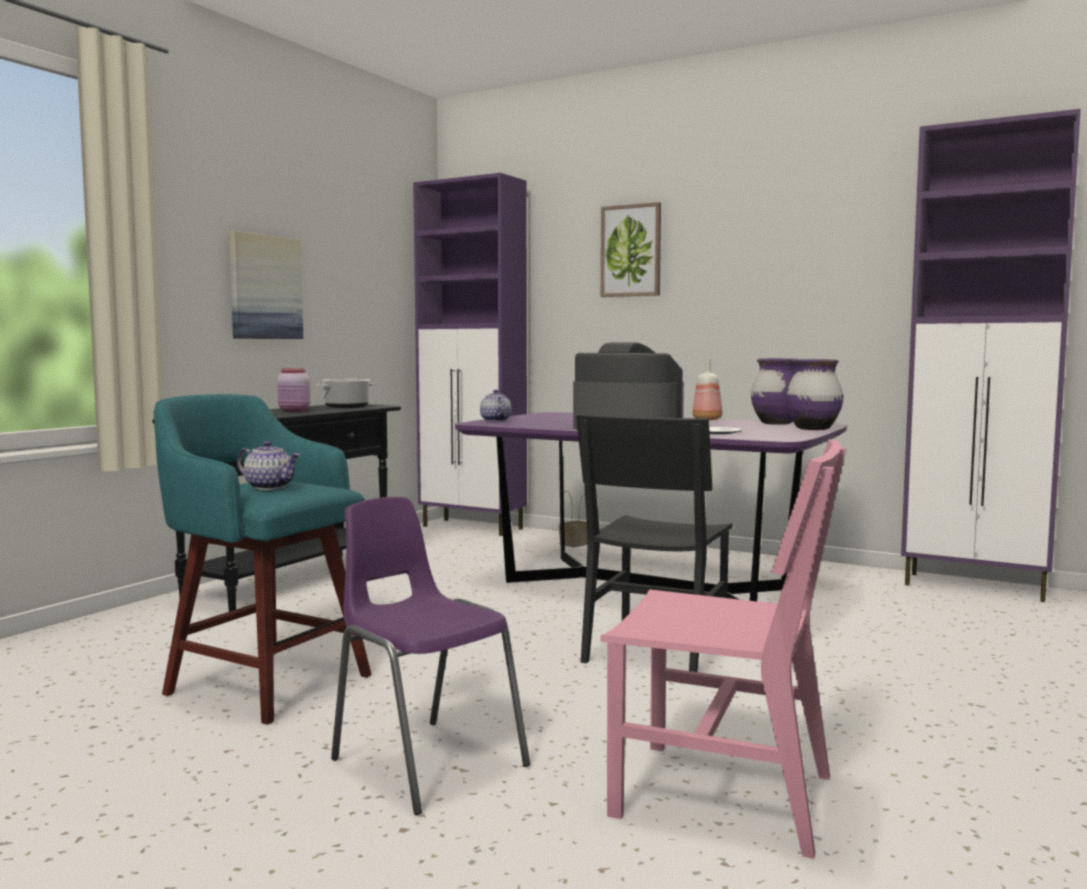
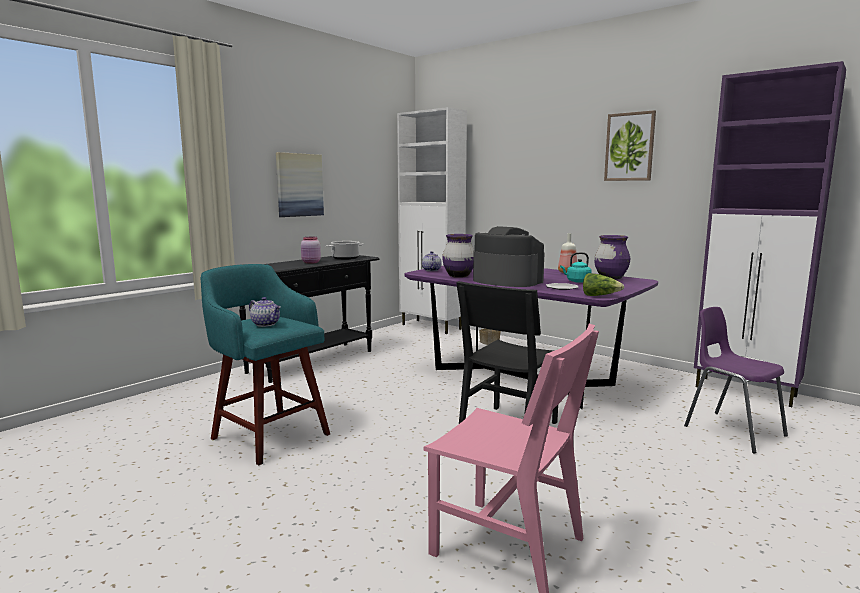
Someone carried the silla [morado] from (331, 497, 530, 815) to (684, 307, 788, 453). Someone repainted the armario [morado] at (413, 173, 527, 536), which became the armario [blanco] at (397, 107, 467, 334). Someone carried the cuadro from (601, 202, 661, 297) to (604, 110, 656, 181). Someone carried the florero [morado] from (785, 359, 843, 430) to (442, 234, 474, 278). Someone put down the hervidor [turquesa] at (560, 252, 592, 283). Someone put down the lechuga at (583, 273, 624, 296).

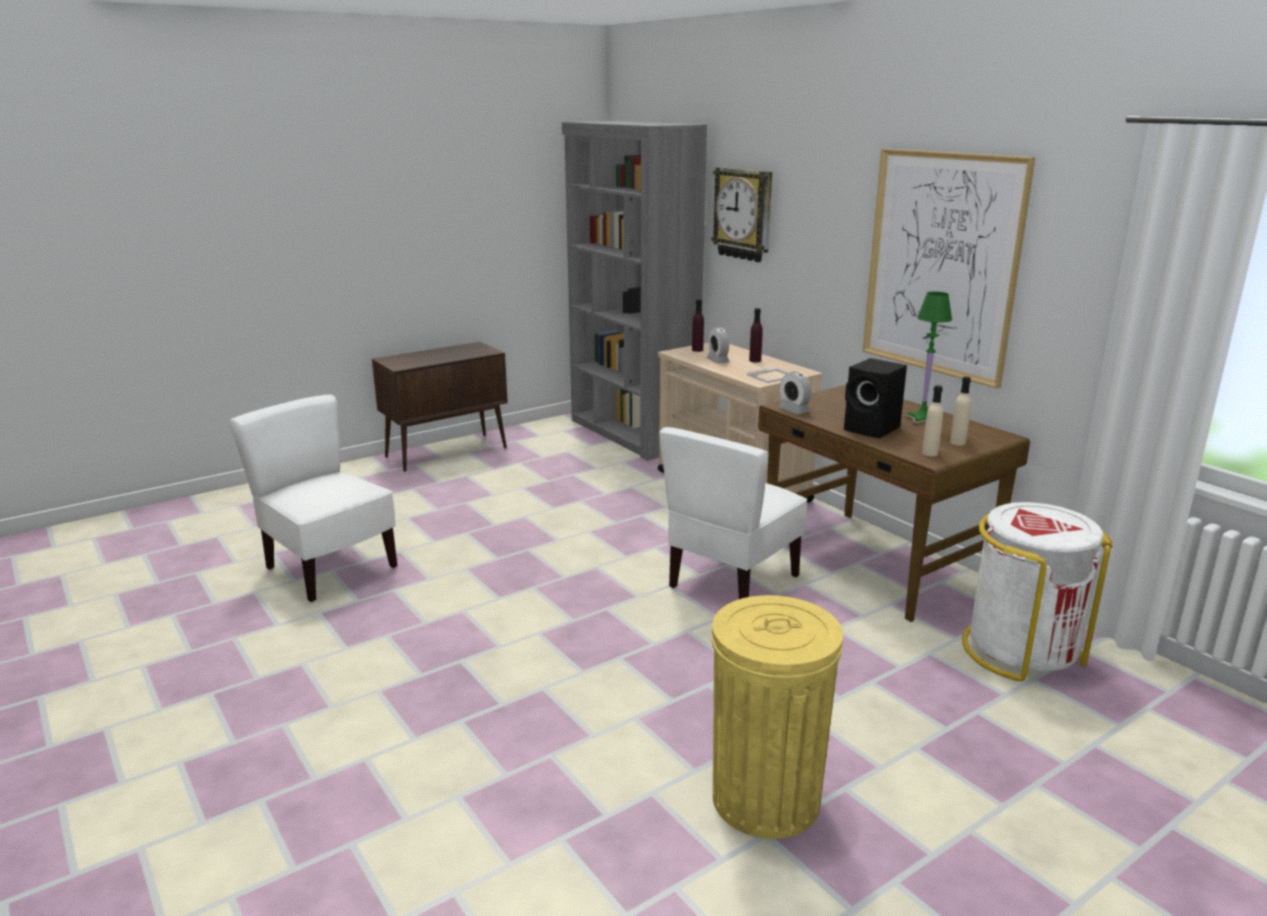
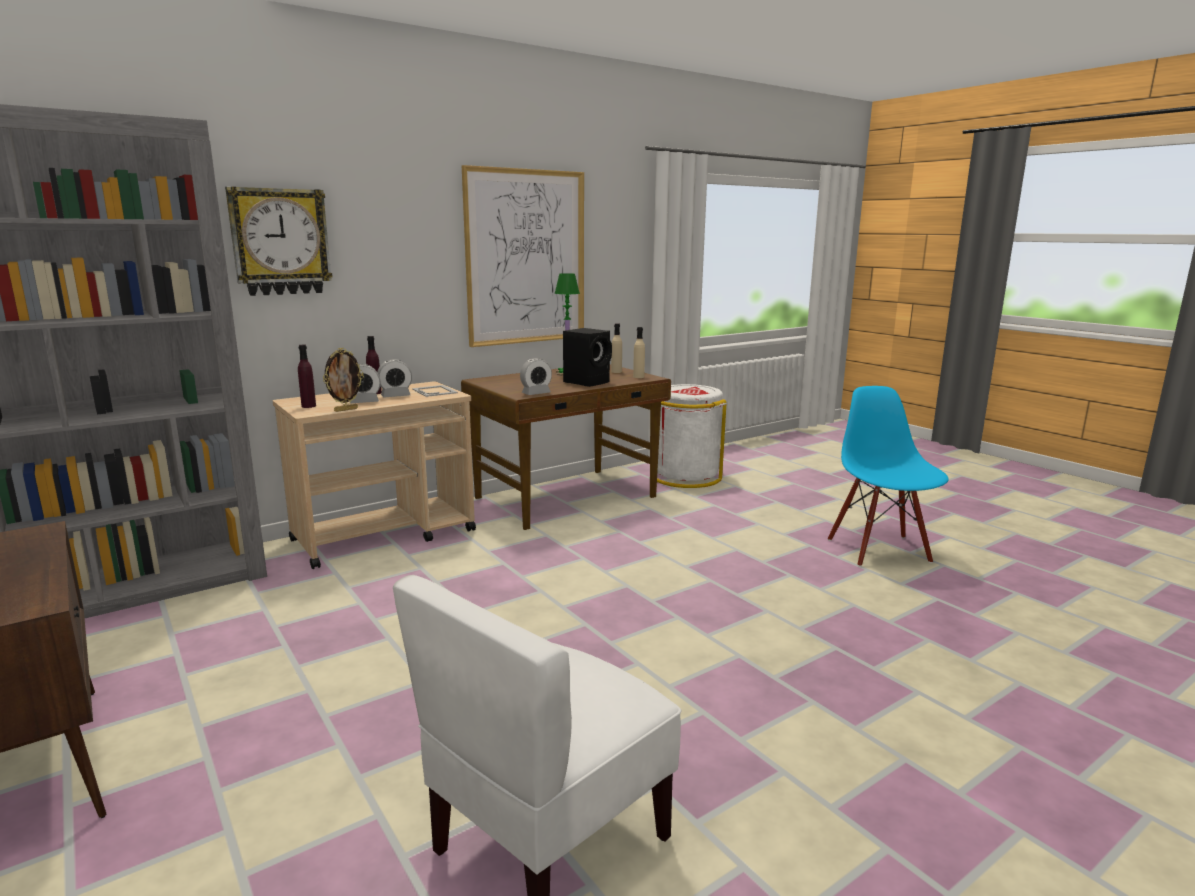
Someone took away the silla [blanco] at (659, 427, 807, 599). Someone swapped the papelera [amarillo] at (712, 595, 843, 839) for the silla [azul] at (827, 386, 949, 567). Someone put down the portarretratos at (323, 348, 364, 412). Someone put down the despertador at (377, 359, 412, 397).

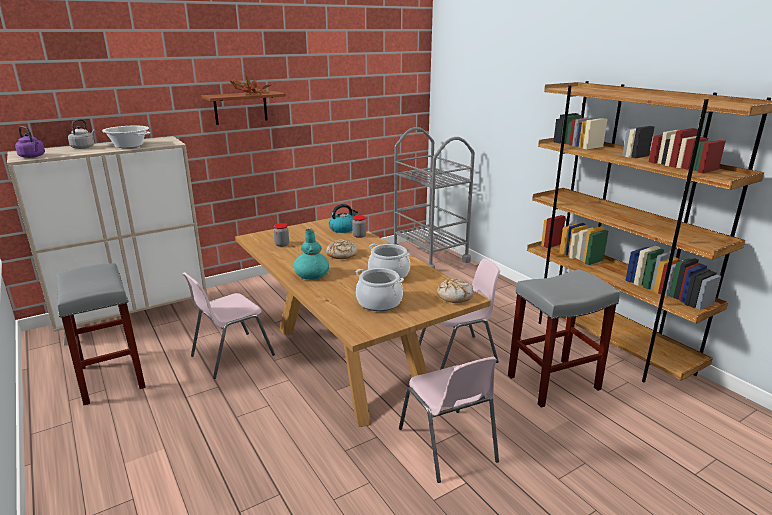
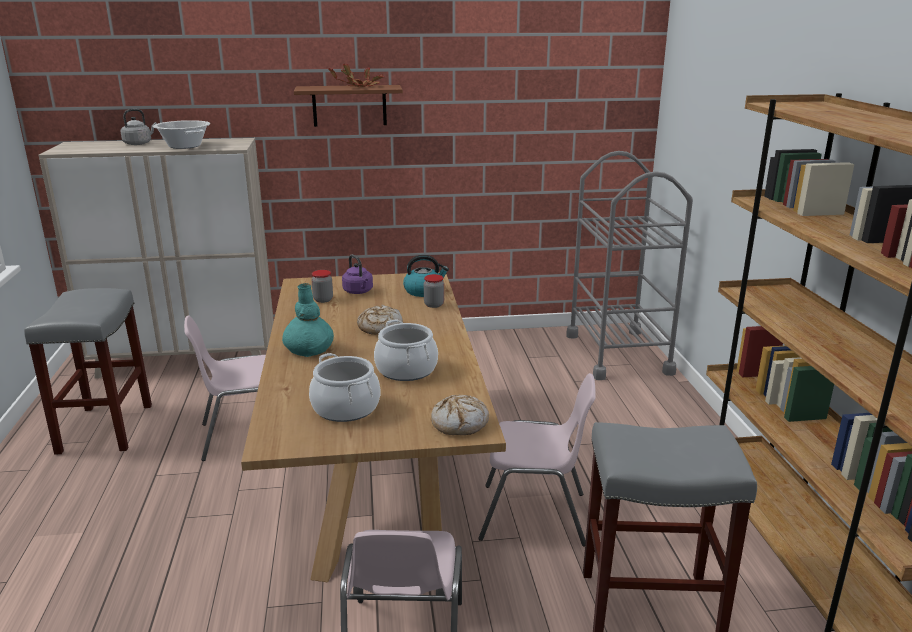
Someone carried the hervidor [morado] from (15, 126, 45, 158) to (342, 254, 373, 294).

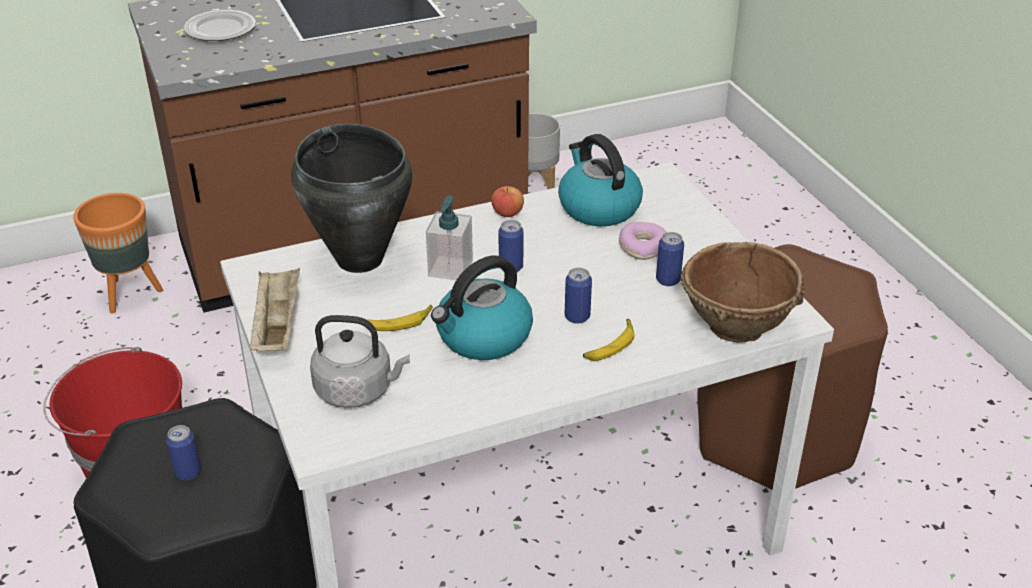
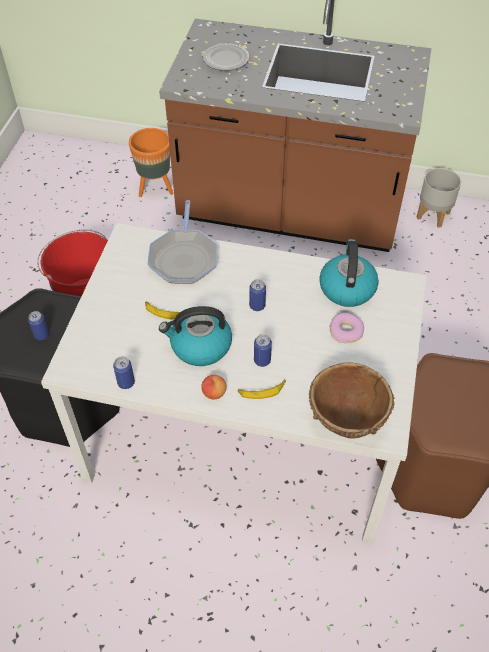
Someone took away the bandeja [beis] at (249, 267, 300, 351). Someone swapped the olla [negro] at (291, 124, 412, 273) for the sartén at (148, 200, 218, 284). Someone took away the hervidor [gris] at (310, 315, 410, 408). Someone took away the dispensador de jabón at (426, 195, 473, 280). Someone carried the manzana from (491, 186, 524, 217) to (201, 375, 226, 399). Someone carried the lata from (656, 232, 684, 286) to (113, 356, 135, 389).

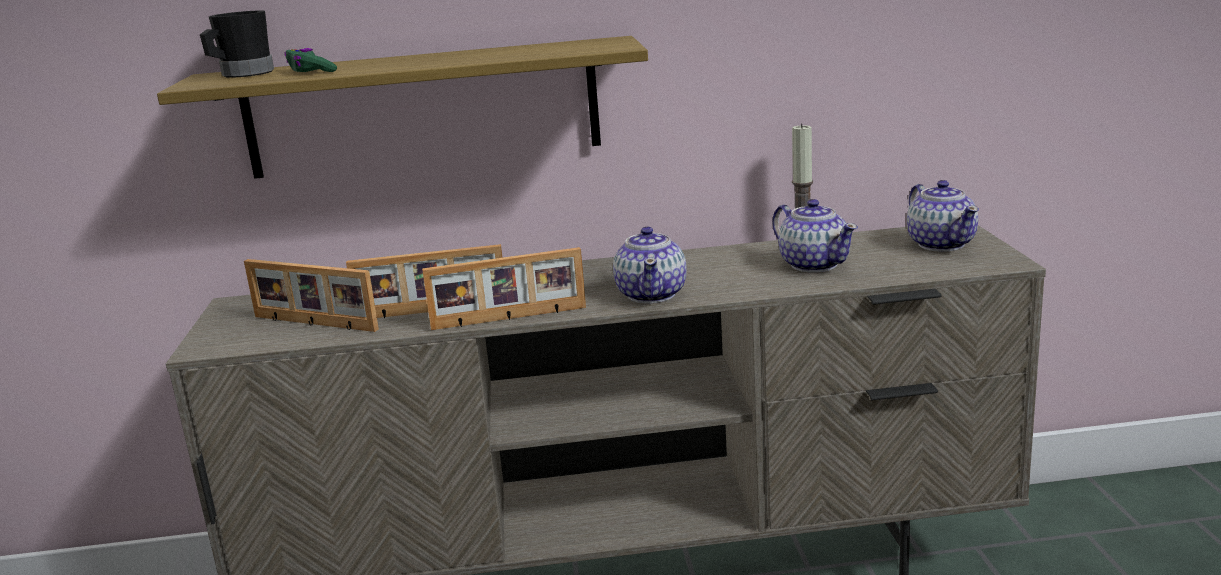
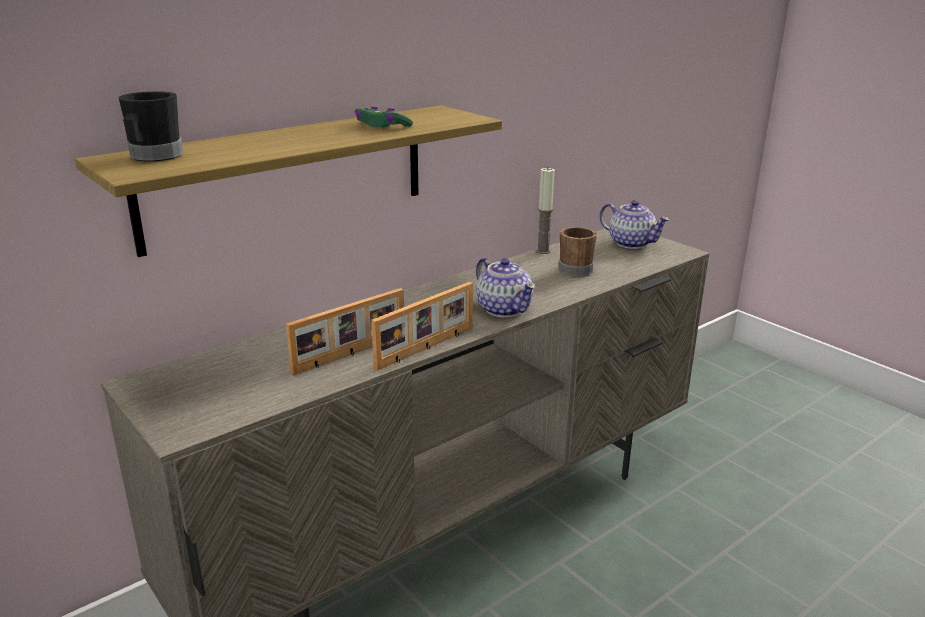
Someone took away the portarretratos at (244, 259, 379, 332). Someone carried the mando de consola [verde] from (285, 48, 337, 72) to (355, 106, 413, 127). Someone swapped the tetera at (772, 199, 858, 273) for the taza grande [marrón] at (558, 227, 597, 277).

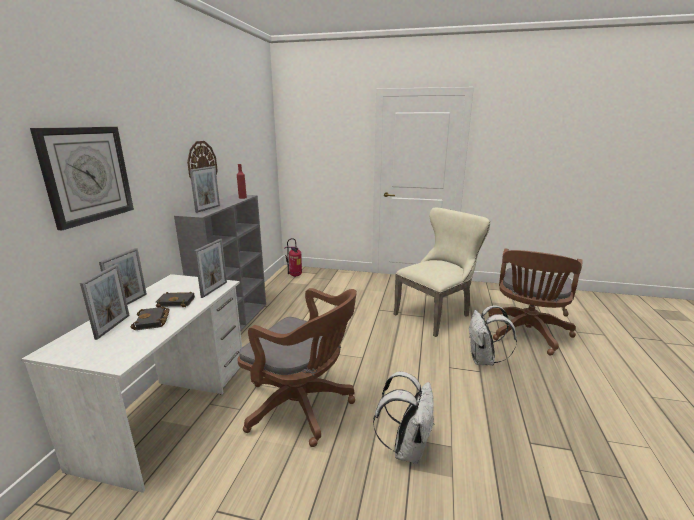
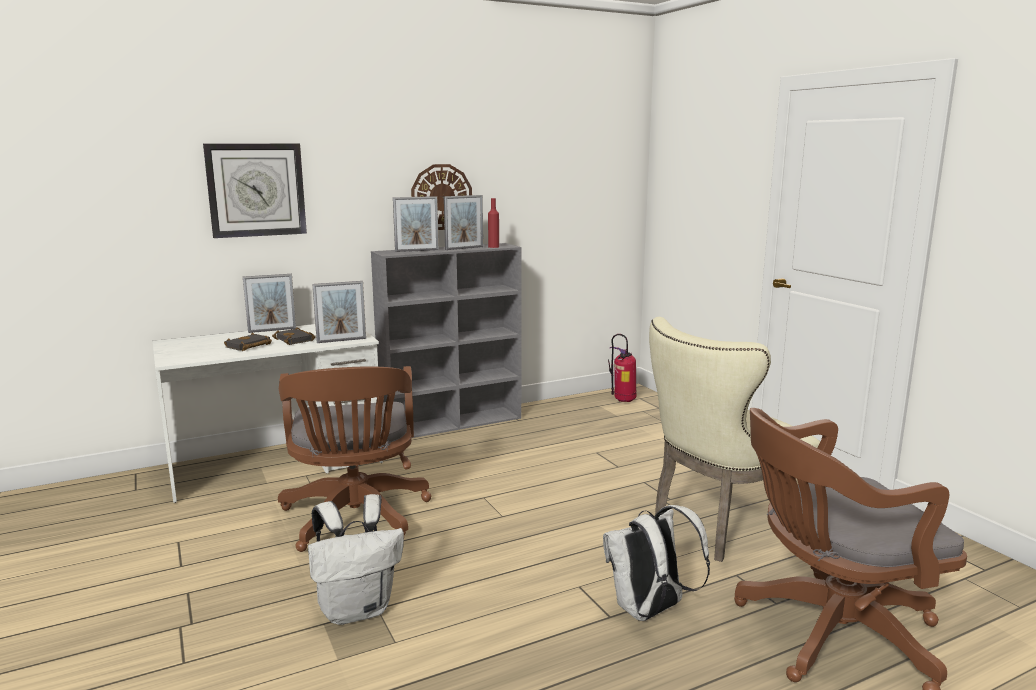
Someone carried the portarretratos from (80, 264, 130, 340) to (444, 195, 483, 250). Someone rotated the silla [beis] at (394, 208, 490, 337) by 135 degrees clockwise.

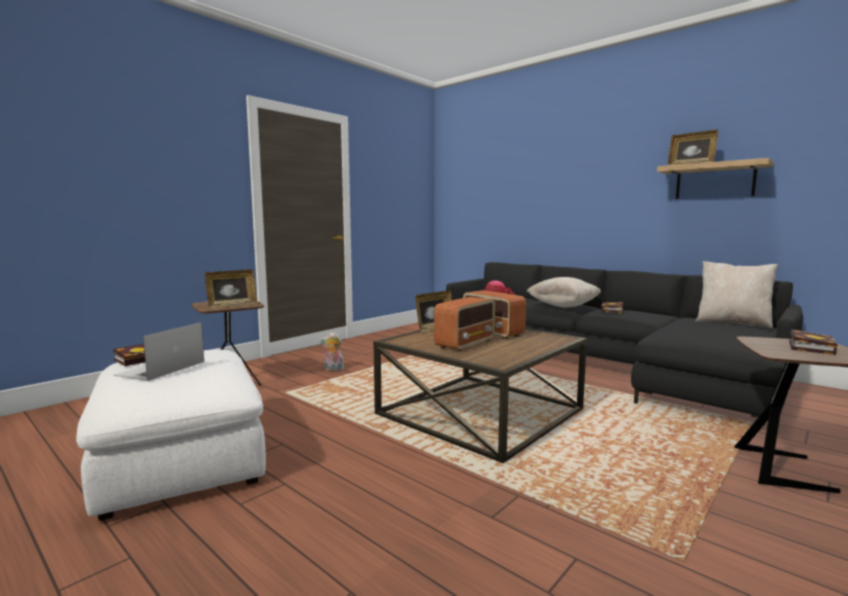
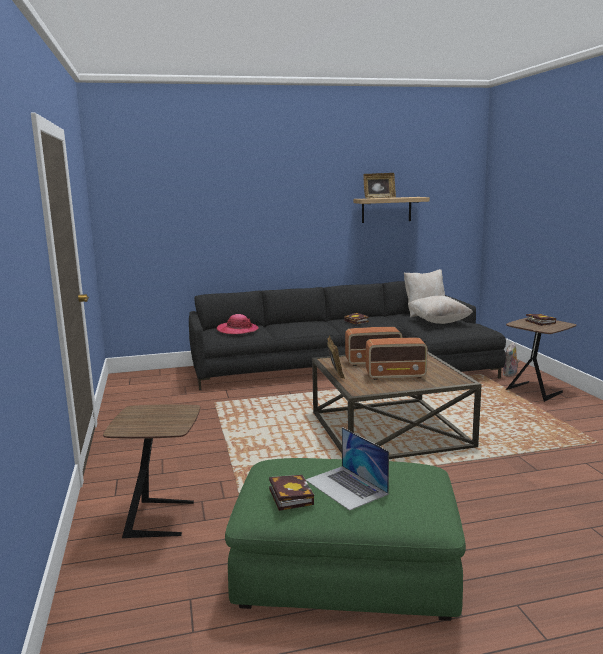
Someone repainted the puf [blanco] at (76, 350, 266, 521), which became the puf [verde] at (225, 458, 466, 621). Someone took away the portarretratos at (205, 269, 258, 308). Someone carried the peluche from (320, 332, 344, 371) to (503, 342, 519, 377). Someone rotated the radio at (434, 297, 495, 352) by 105 degrees clockwise. Someone carried the cojín [beis] from (526, 277, 601, 308) to (408, 296, 473, 324).

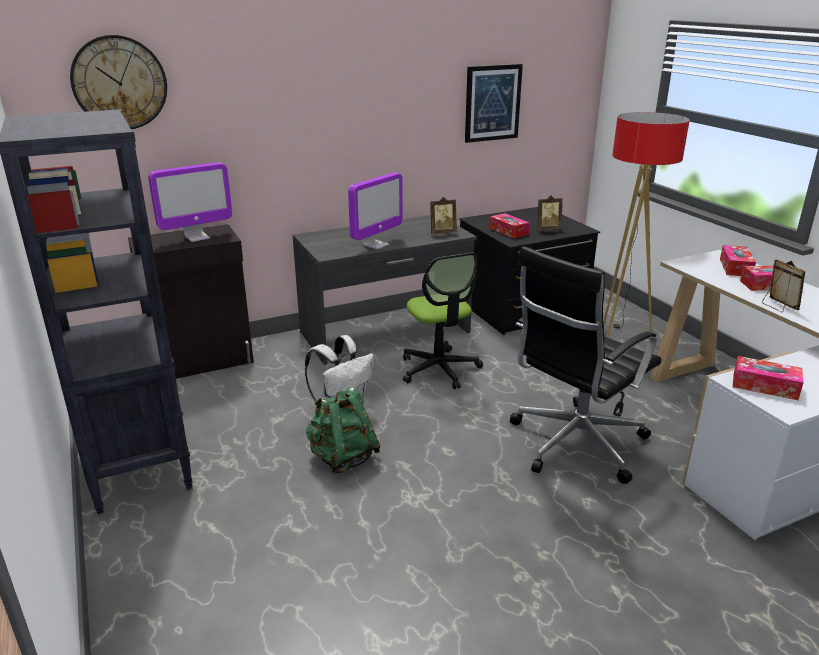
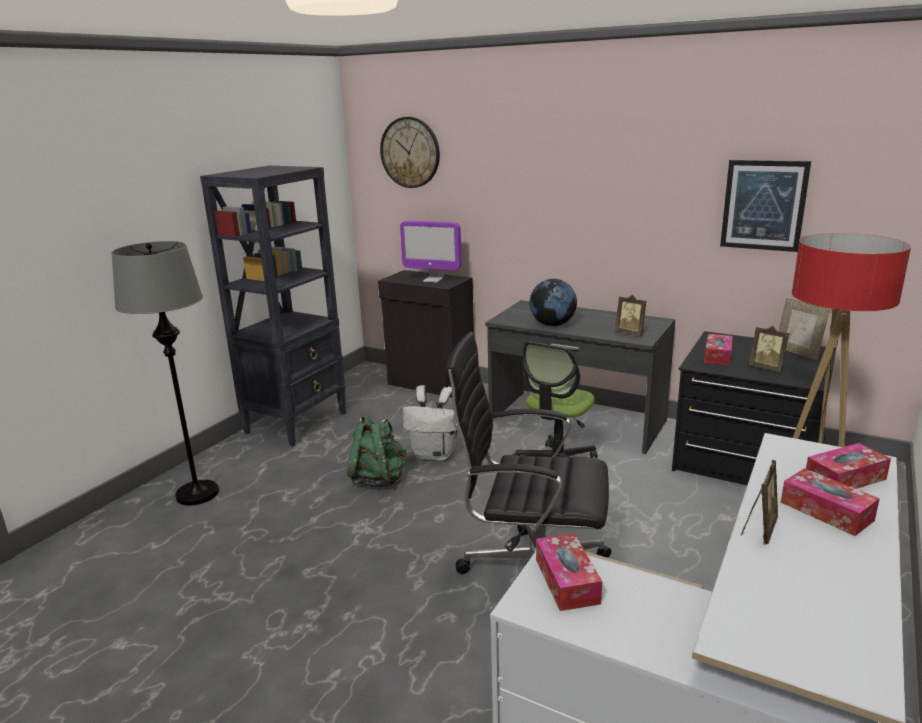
Someone swapped the monitor at (348, 173, 403, 249) for the globo terráqueo at (530, 279, 577, 326). Someone put down the lámpara de pie [gris] at (112, 241, 219, 506). Someone put down the portarretratos at (779, 298, 830, 360).

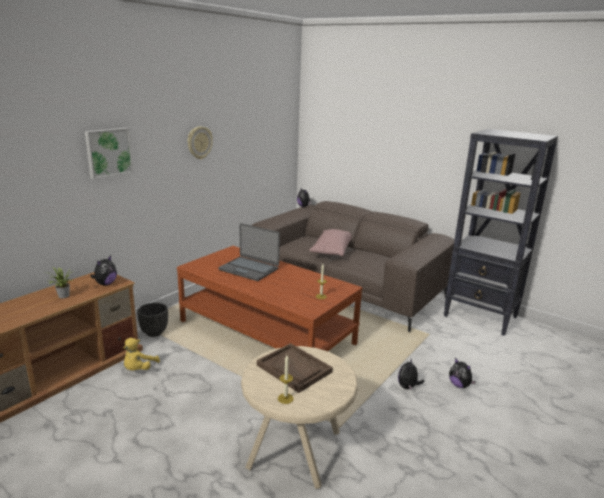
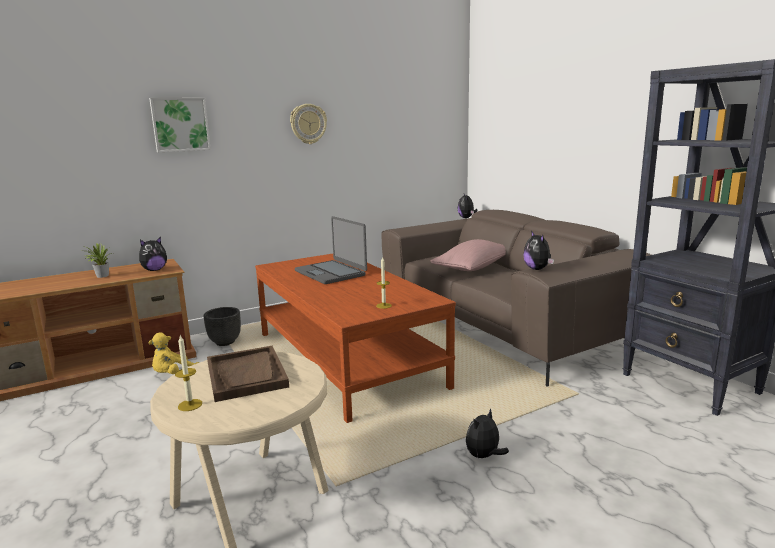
Someone carried the peluche from (449, 358, 476, 388) to (523, 231, 554, 270).

